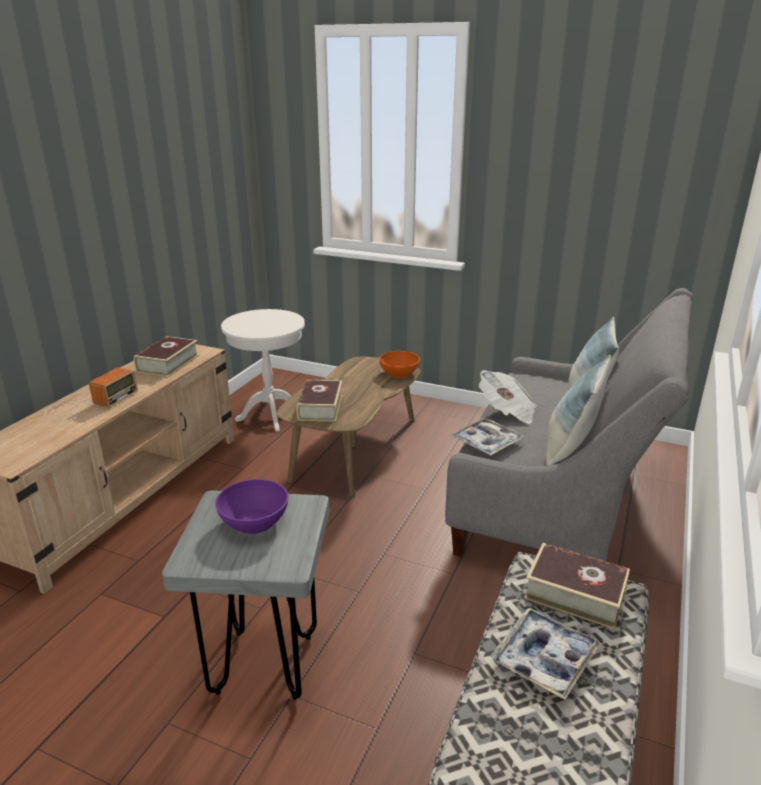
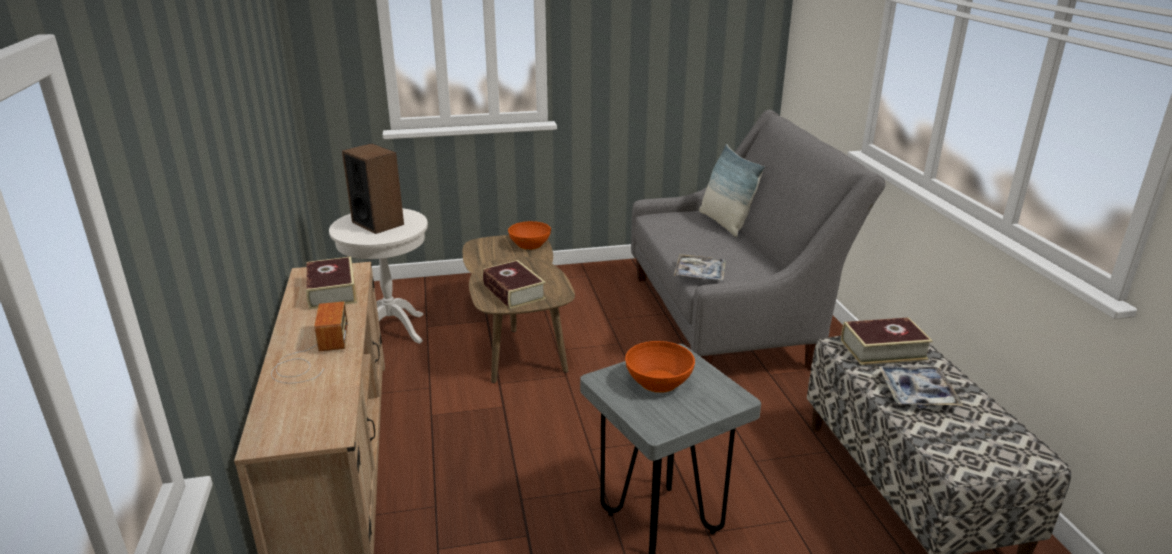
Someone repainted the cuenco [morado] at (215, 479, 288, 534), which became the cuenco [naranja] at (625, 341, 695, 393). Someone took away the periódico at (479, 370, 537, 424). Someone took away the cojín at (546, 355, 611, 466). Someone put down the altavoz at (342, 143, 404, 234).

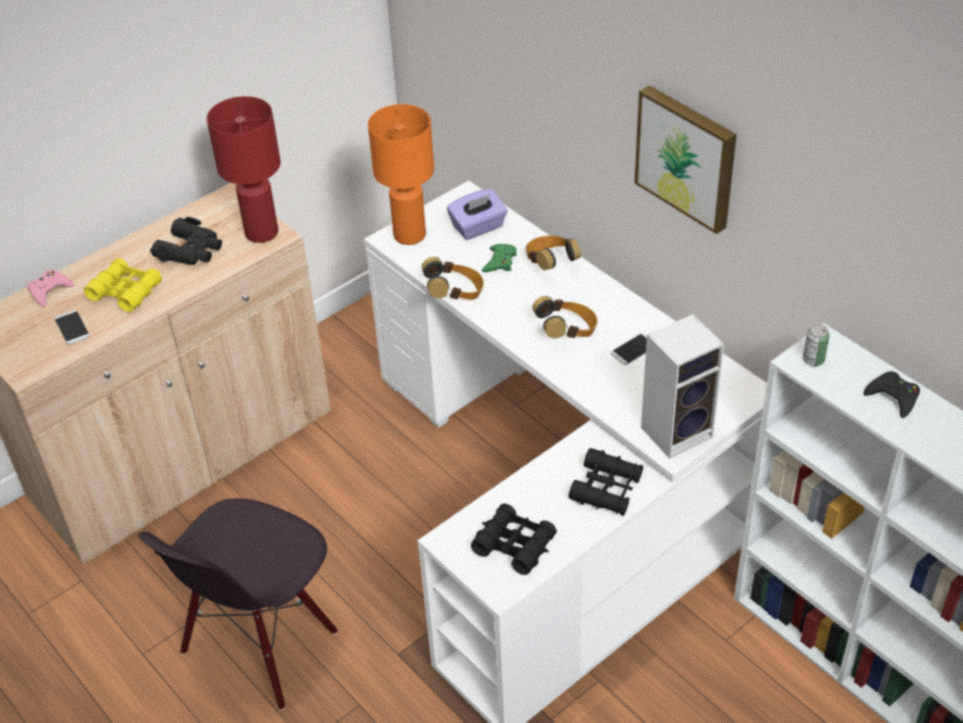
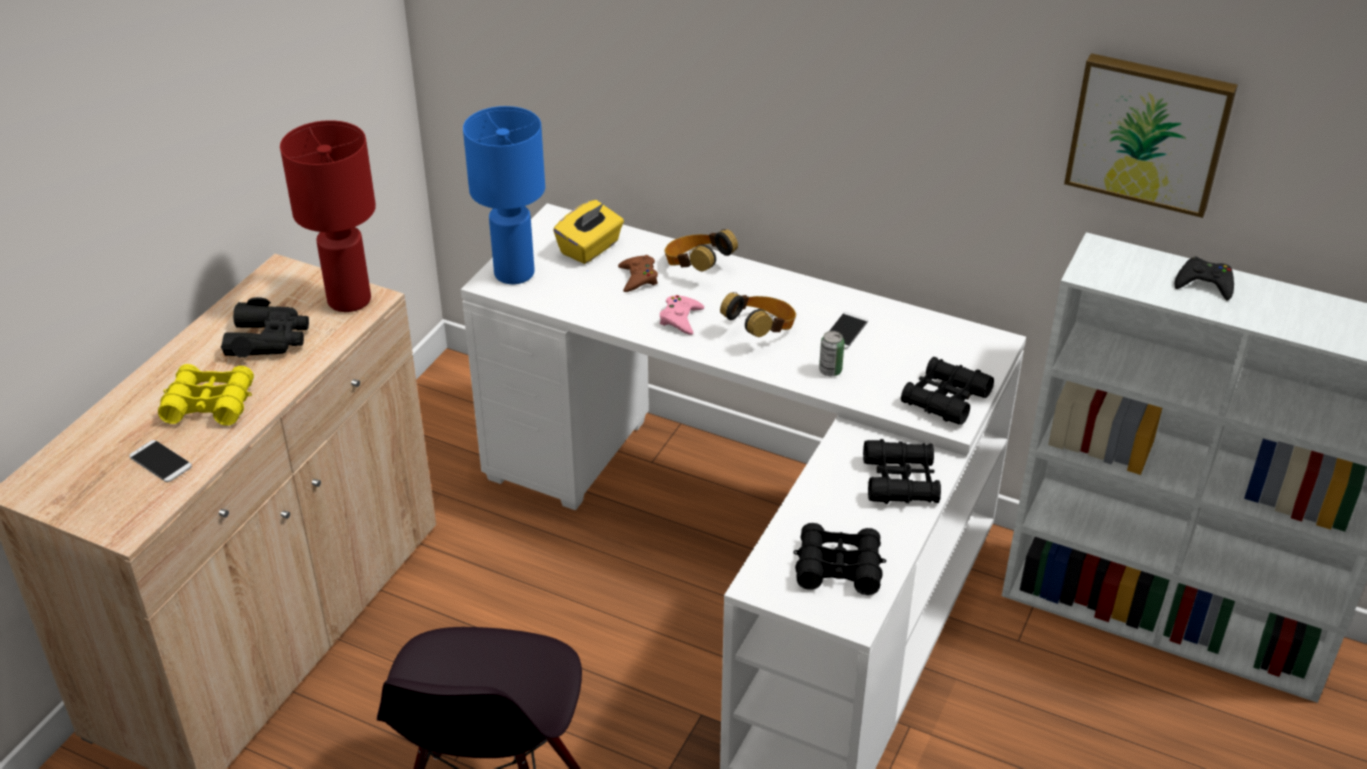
Someone carried the mando de consola [rosa] from (27, 270, 74, 307) to (660, 295, 704, 335). Someone repainted the lámpara de mesa [naranja] at (368, 104, 434, 245), which became the lámpara de mesa [azul] at (463, 106, 545, 284). Someone took away the auriculares at (422, 257, 484, 300). Someone repainted the caja de pañuelos [morado] at (447, 189, 508, 240), which became the caja de pañuelos [amarillo] at (553, 200, 624, 264). Someone repainted the mando de consola [verde] at (482, 244, 517, 272), which became the mando de consola [marrón] at (618, 255, 658, 292). Someone carried the cuadro from (634, 85, 737, 234) to (1064, 53, 1238, 218). Someone swapped the altavoz at (641, 314, 724, 459) for the prismáticos [negro] at (901, 357, 994, 425). Someone carried the lata from (803, 324, 830, 366) to (819, 331, 845, 376).

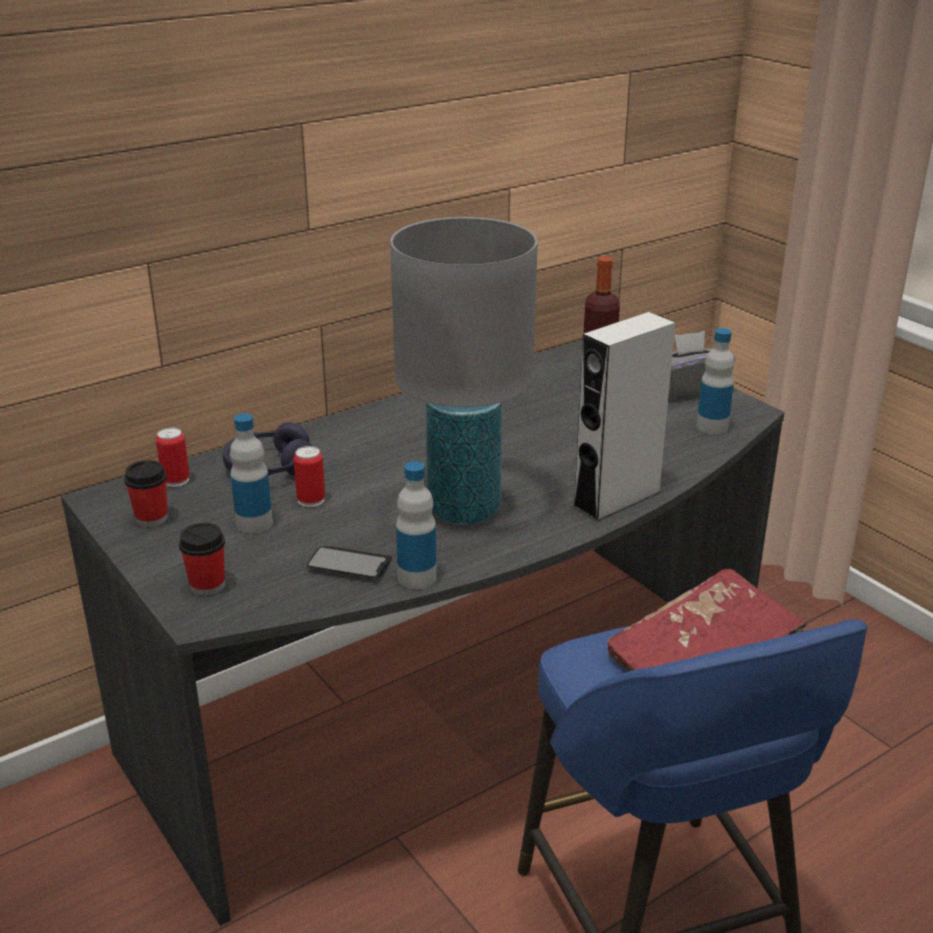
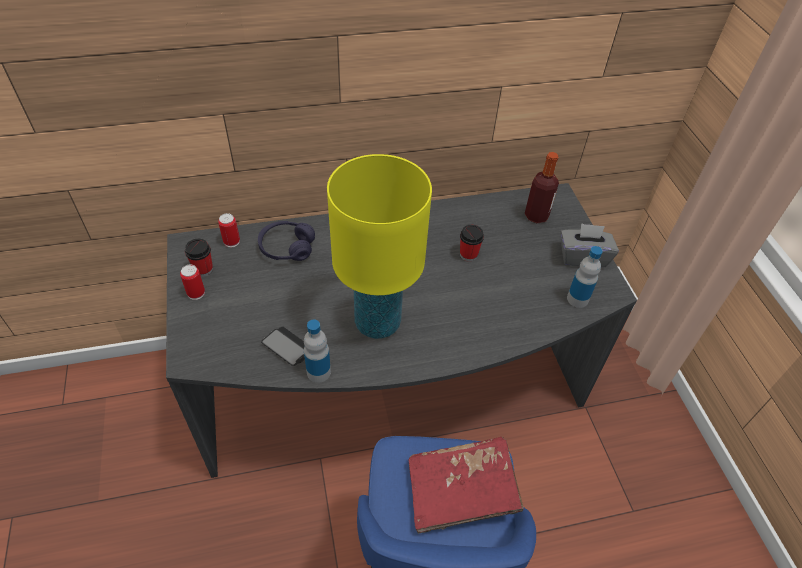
Someone carried the taza from (179, 523, 225, 596) to (460, 225, 484, 262). Someone took away the botella at (230, 413, 273, 534). Someone carried the lata from (294, 446, 325, 507) to (180, 265, 205, 300). Someone repainted the lámpara de mesa [gris] at (390, 217, 538, 525), which became the lámpara de mesa [amarillo] at (327, 154, 432, 339). Someone took away the altavoz [gris] at (572, 312, 675, 522).

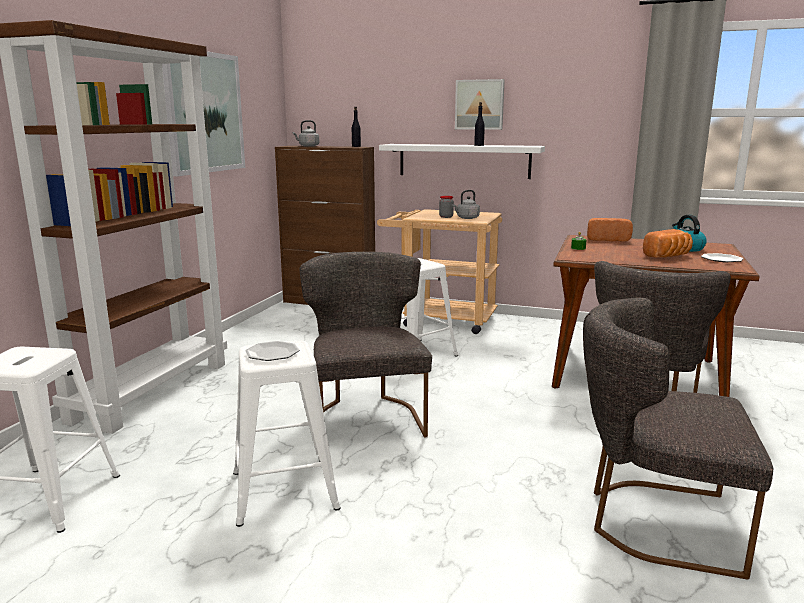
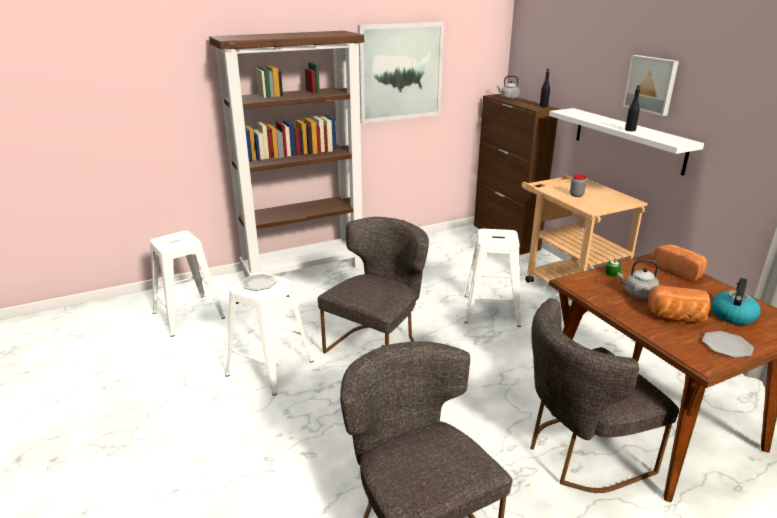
Someone carried the hervidor [gris] from (452, 190, 480, 219) to (617, 260, 659, 299).

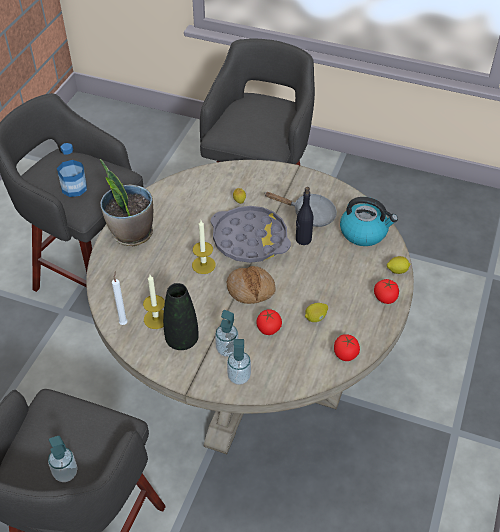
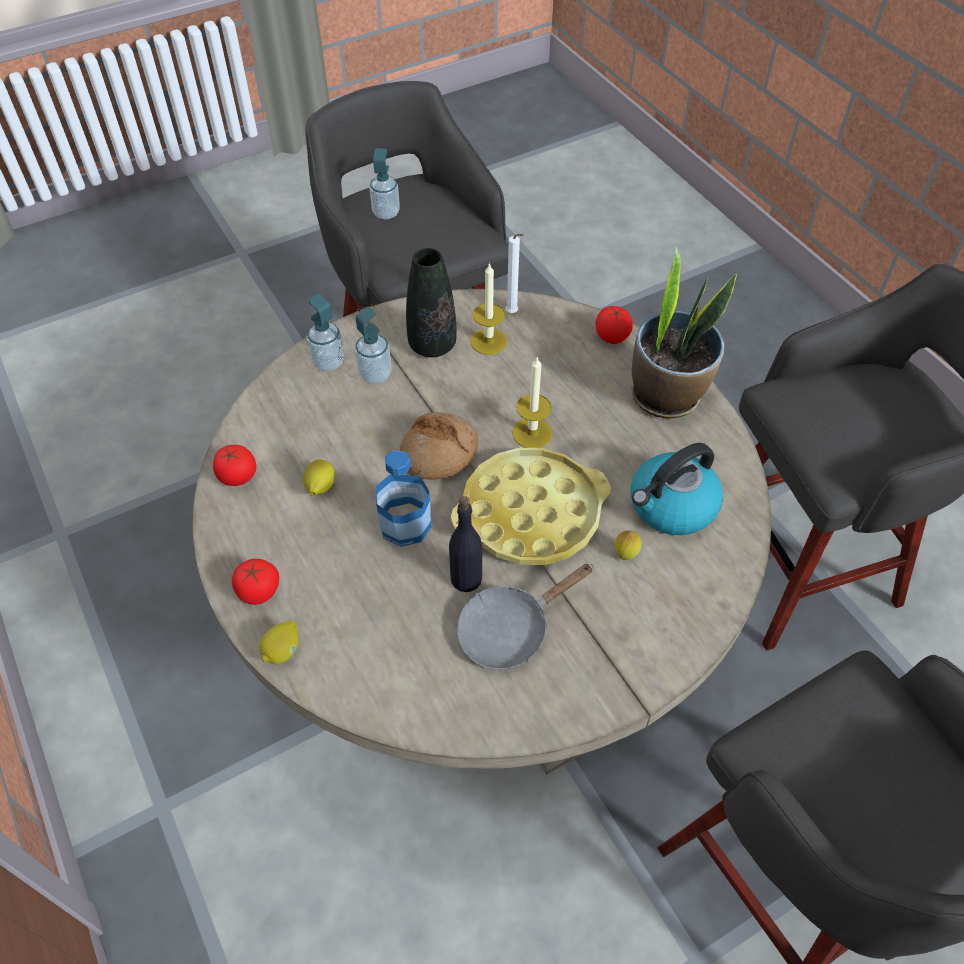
Someone carried the botella from (57, 143, 87, 197) to (376, 450, 431, 547). Someone repainted the bandeja [gris] at (211, 206, 291, 263), which became the bandeja [amarillo] at (451, 448, 611, 565). Someone carried the tomate from (256, 309, 282, 335) to (596, 306, 633, 344). Someone carried the hervidor from (340, 197, 398, 246) to (631, 443, 723, 535).

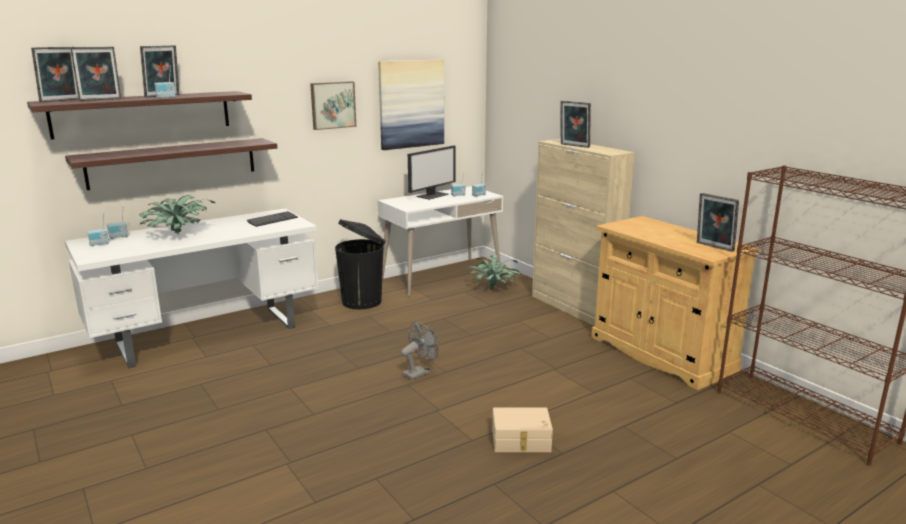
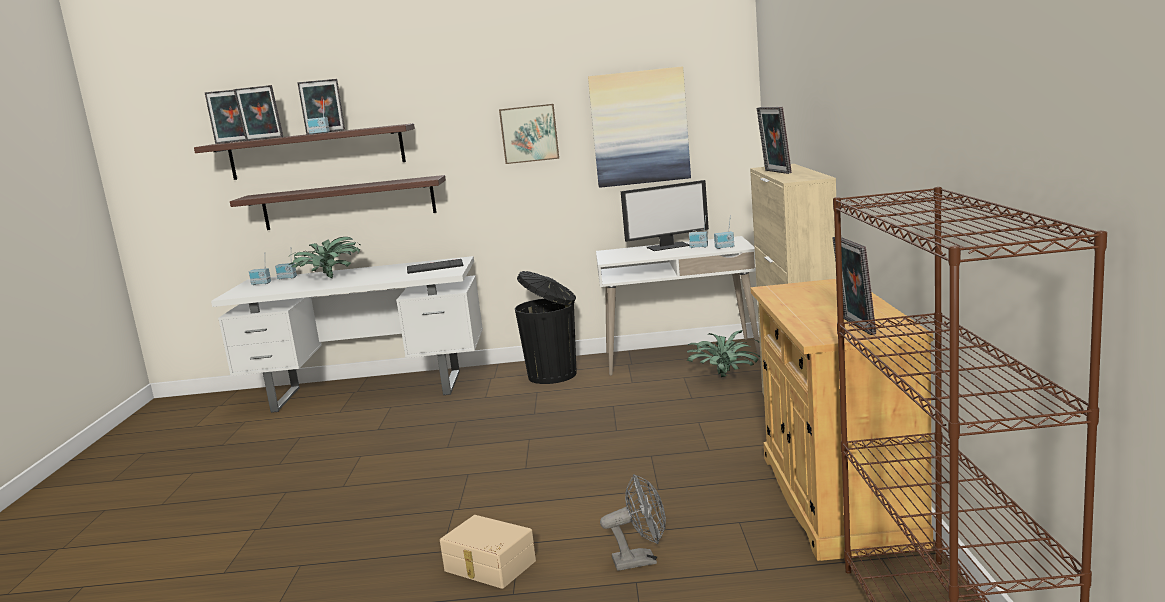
Someone carried the ventilador [gris] from (401, 322, 439, 380) to (600, 474, 666, 571).

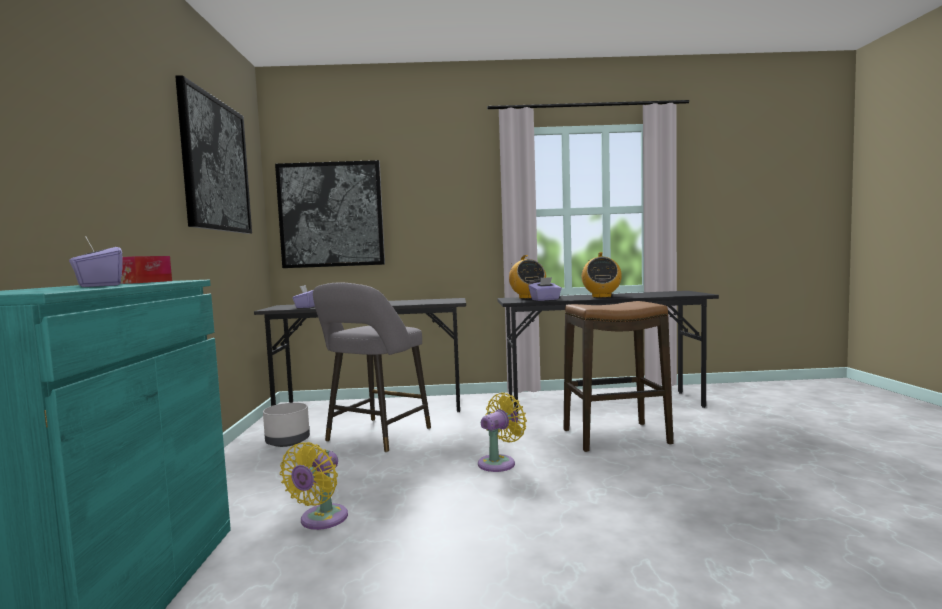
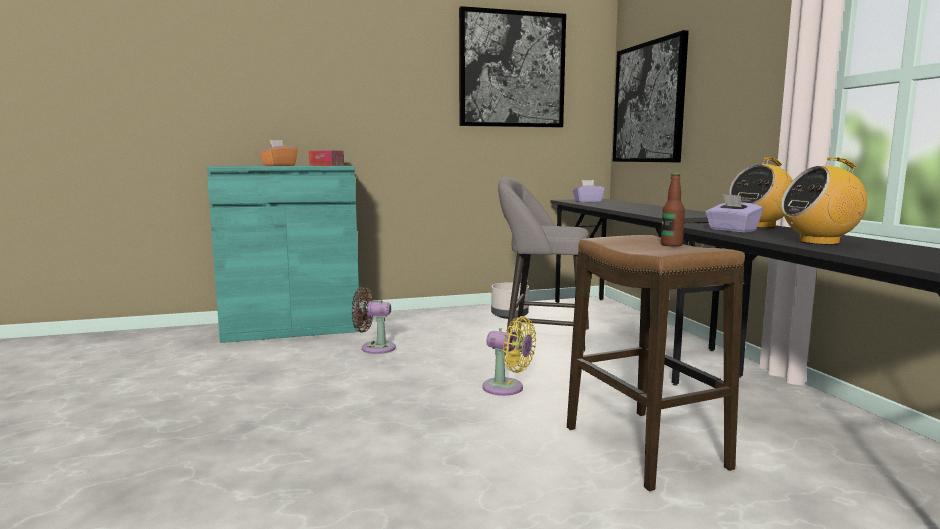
Someone repainted the caja de pañuelos [morado] at (69, 235, 122, 287), which became the caja de pañuelos [naranja] at (259, 140, 298, 166). Someone repainted the ventilador [amarillo] at (280, 442, 348, 530), which became the ventilador [marrón] at (352, 287, 396, 354). Someone put down the botella at (661, 173, 685, 247).

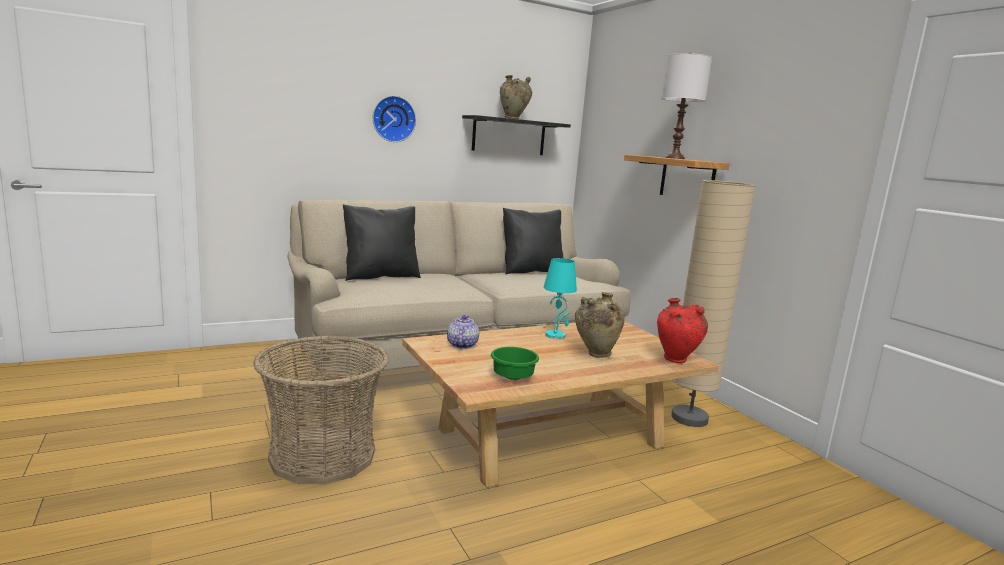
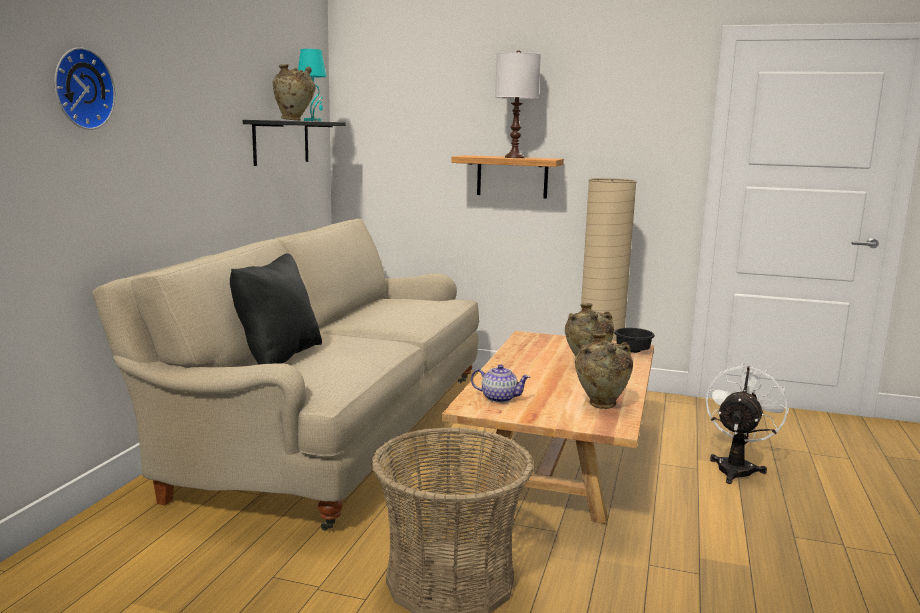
Someone carried the reloj de pared from (373, 96, 416, 142) to (54, 47, 115, 130). Someone rotated the tetera at (447, 315, 479, 349) by 150 degrees clockwise. Someone swapped the cuenco [verde] at (491, 347, 539, 380) for the florero [beis] at (575, 333, 633, 409). Someone took away the cojín [negro] at (503, 208, 564, 274). Someone carried the lámpara de mesa [turquesa] from (544, 258, 577, 339) to (298, 49, 327, 121). Someone swapped the florero [rojo] at (657, 298, 708, 363) for the cuenco [negro] at (614, 328, 655, 353). Someone put down the ventilador [blanco] at (706, 363, 789, 484).

